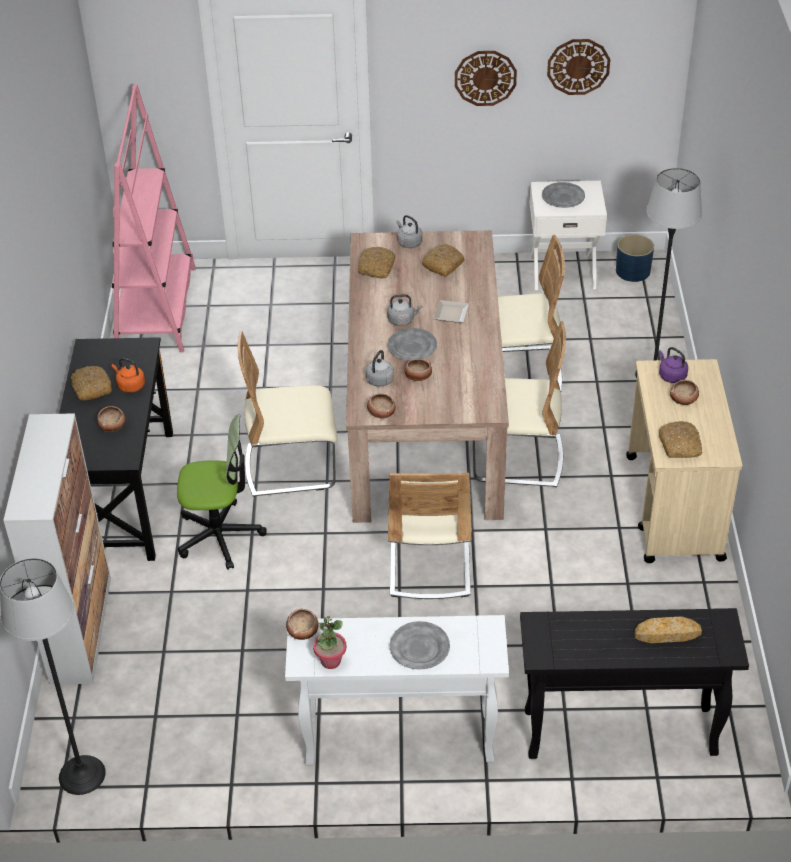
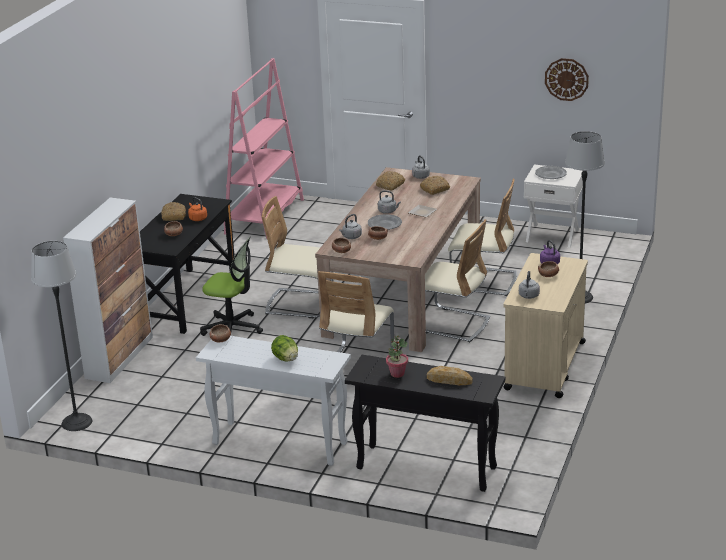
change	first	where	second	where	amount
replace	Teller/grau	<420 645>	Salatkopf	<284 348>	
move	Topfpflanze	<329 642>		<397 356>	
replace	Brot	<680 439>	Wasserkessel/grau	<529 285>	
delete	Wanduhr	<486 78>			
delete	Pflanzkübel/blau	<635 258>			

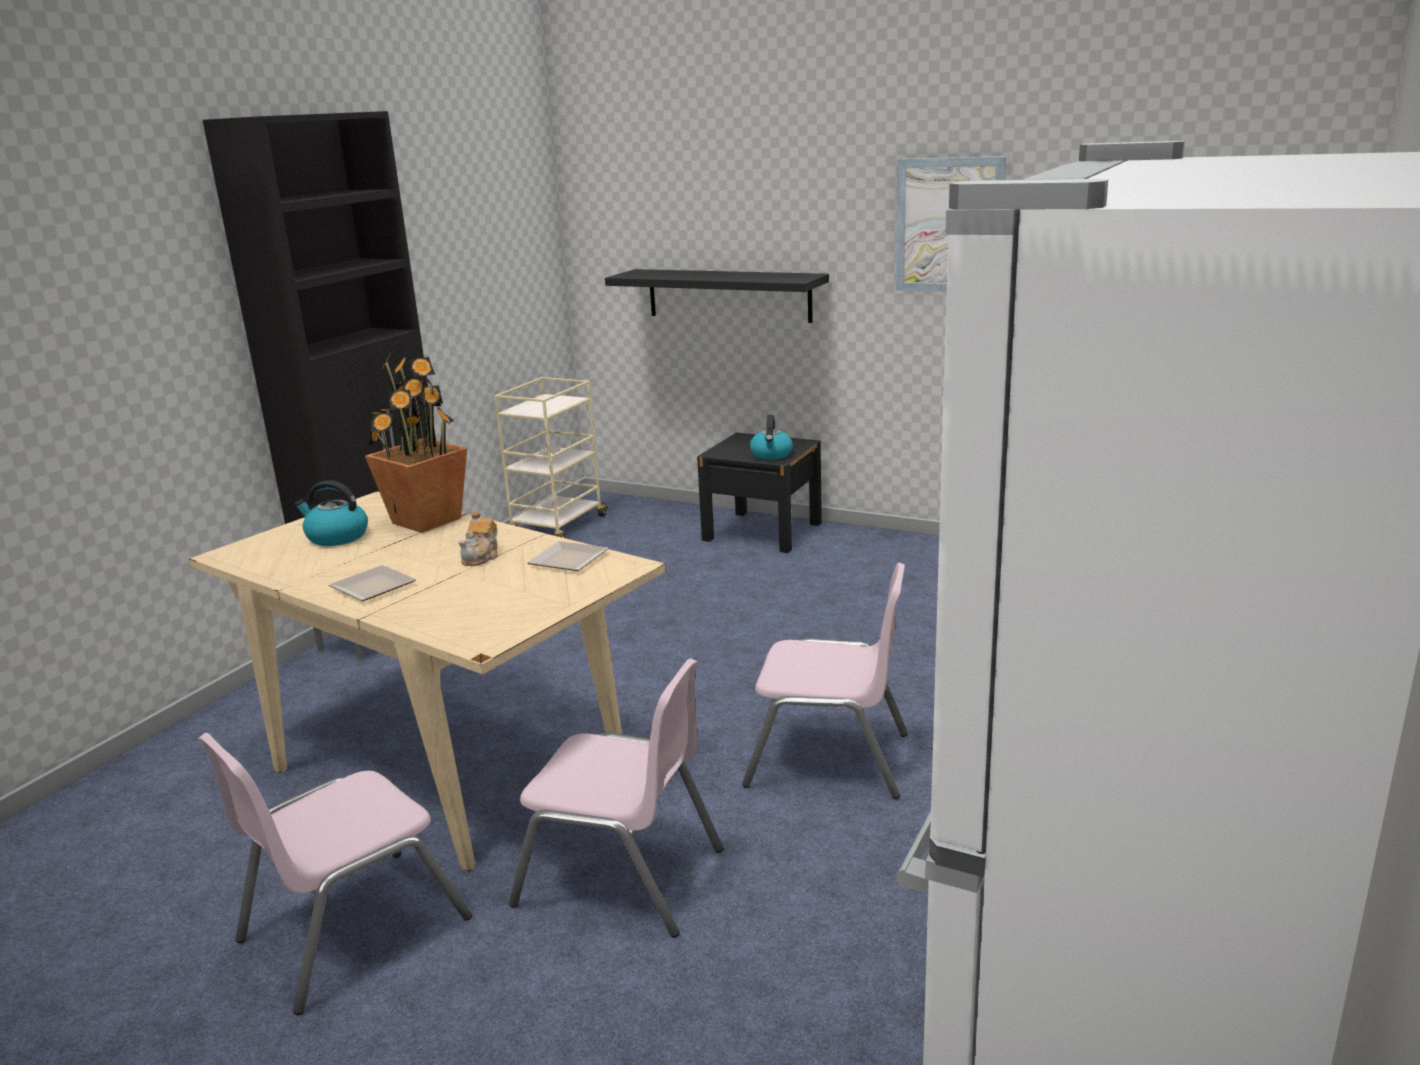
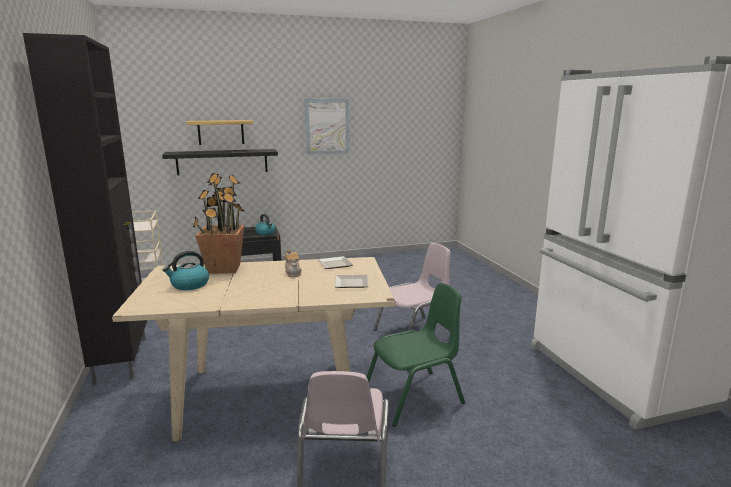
change	first	where	second	where	amount
insert			Wandregal	<219 132>	
move	Teller	<372 583>		<352 281>	
recolor	Stuhl/rosa	<615 798>	Stuhl/grün	<416 355>	

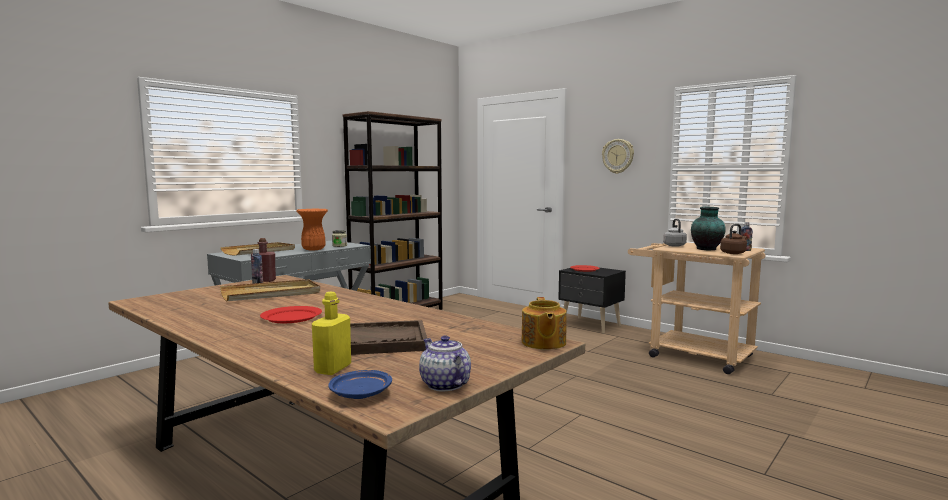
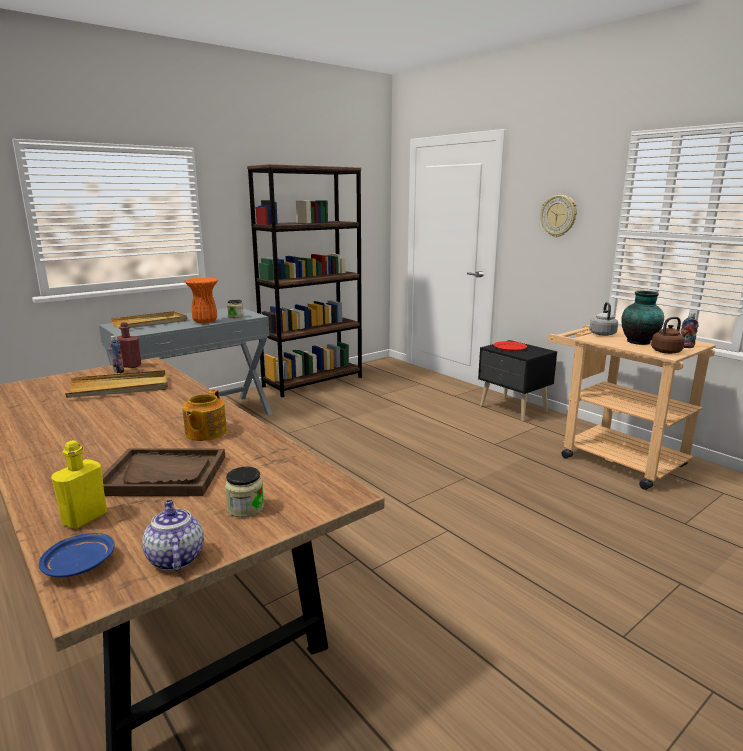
change	first	where	second	where	amount
move	Teekanne	<544 323>		<204 415>	
insert			Vorratsglas	<244 492>	
delete	Teller/rot	<291 314>			

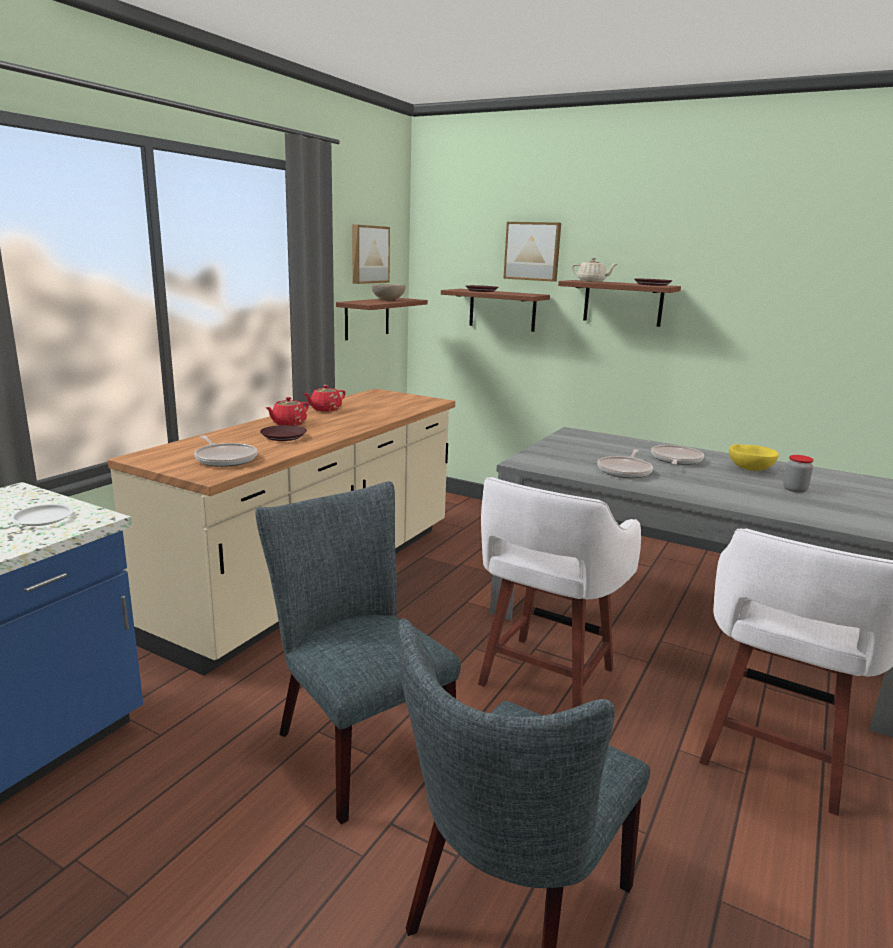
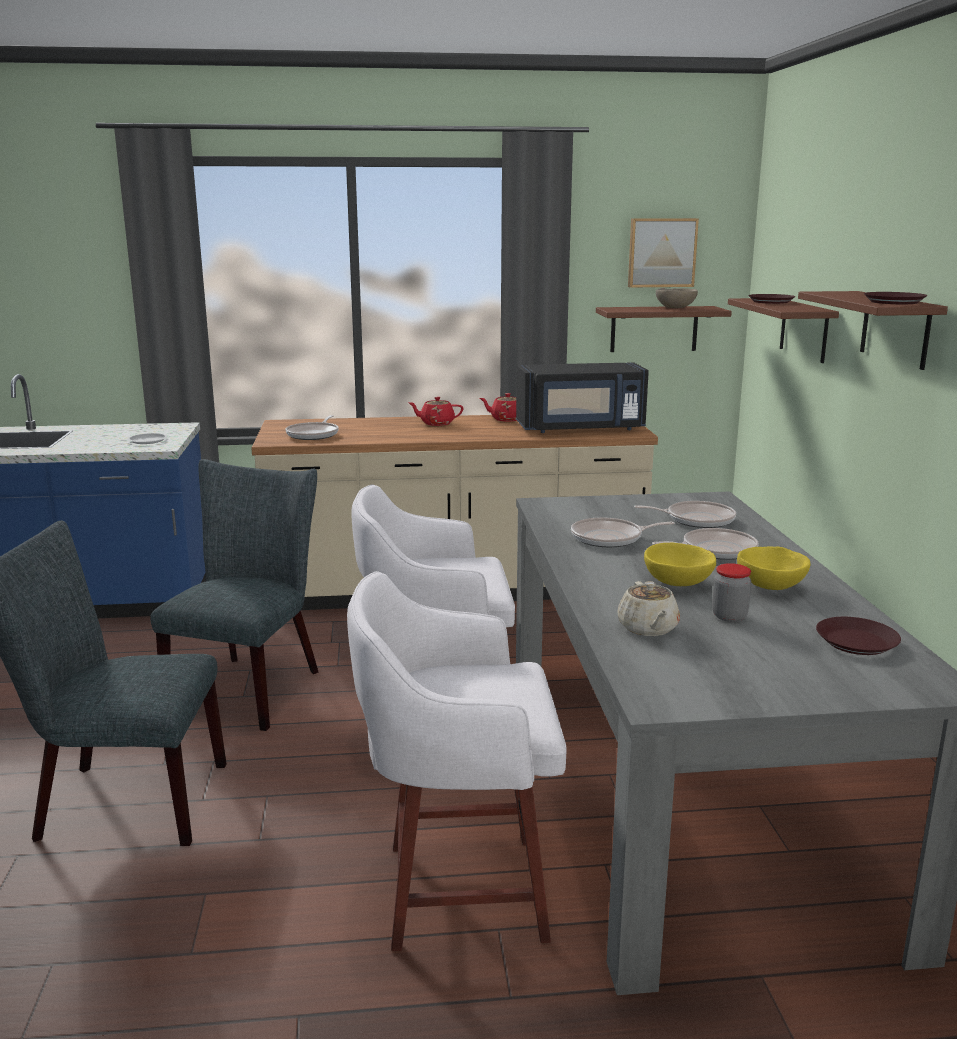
change	first	where	second	where	amount
insert			Mikrowelle/schwarz	<582 397>	
move	Teekanne/beige	<594 270>		<648 608>	
insert			Pfanne	<685 514>	
insert			Schüssel/gelb	<680 564>	
move	Teller/braun	<283 433>		<858 636>	
delete	Bild	<532 252>			

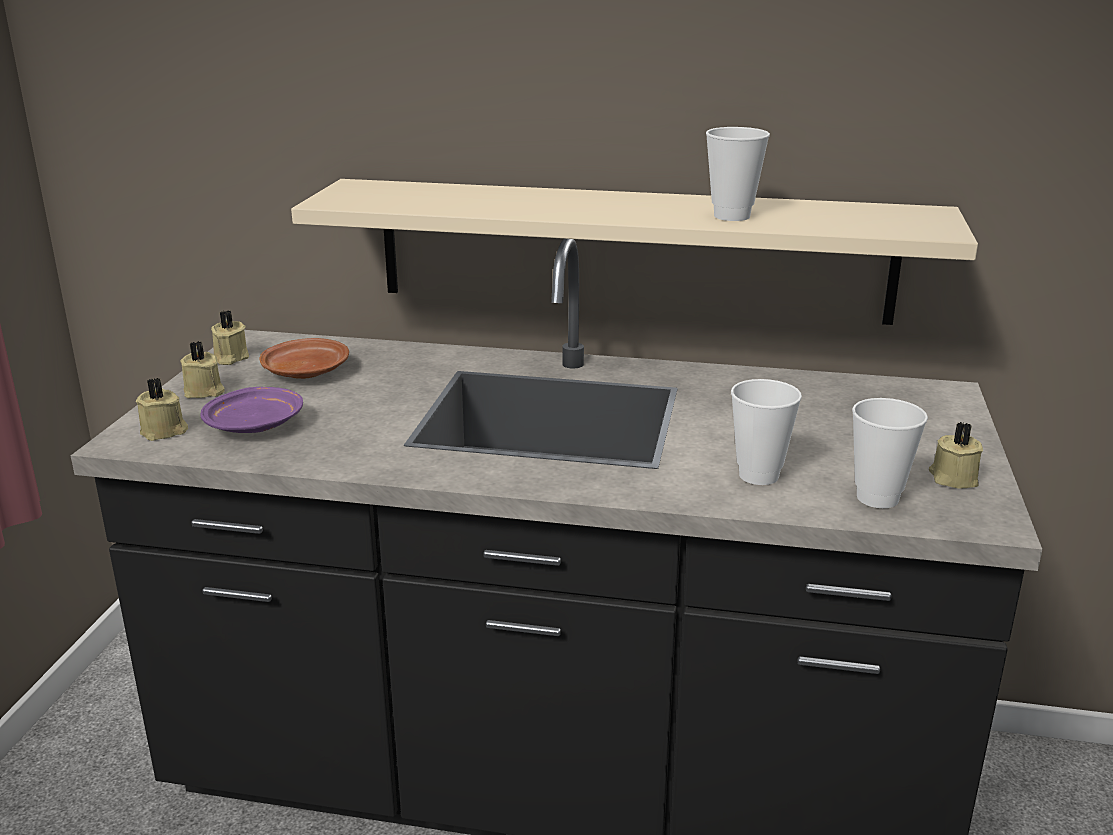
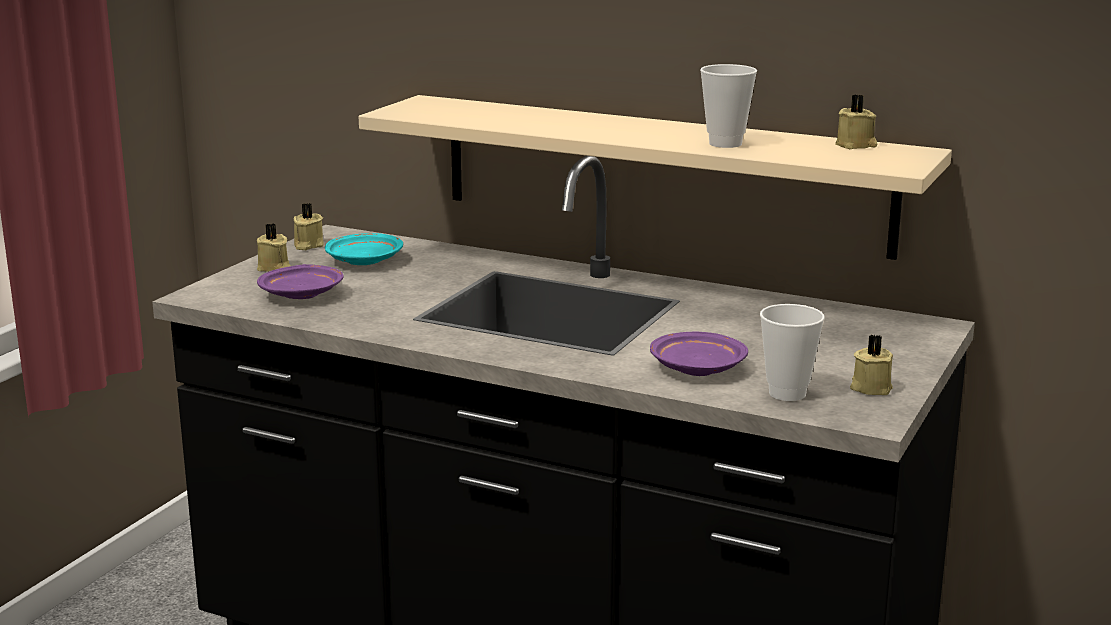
change	first	where	second	where	amount
recolor	Teller/braun	<304 358>	Teller/türkis	<364 249>	
replace	Tasse	<766 432>	Teller/lila	<699 354>	
move	Kerze/beige	<162 409>		<856 121>	

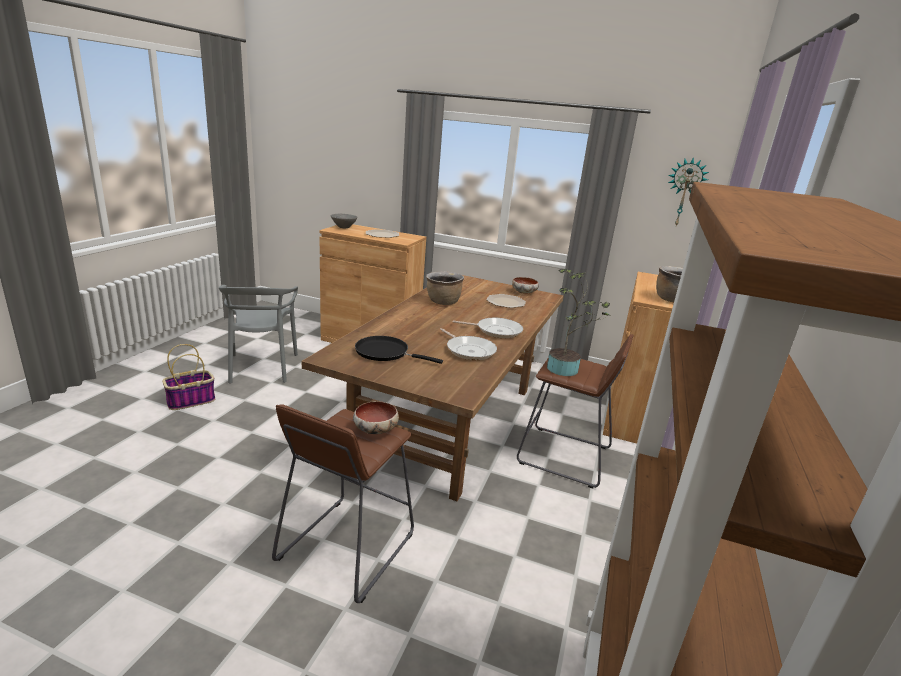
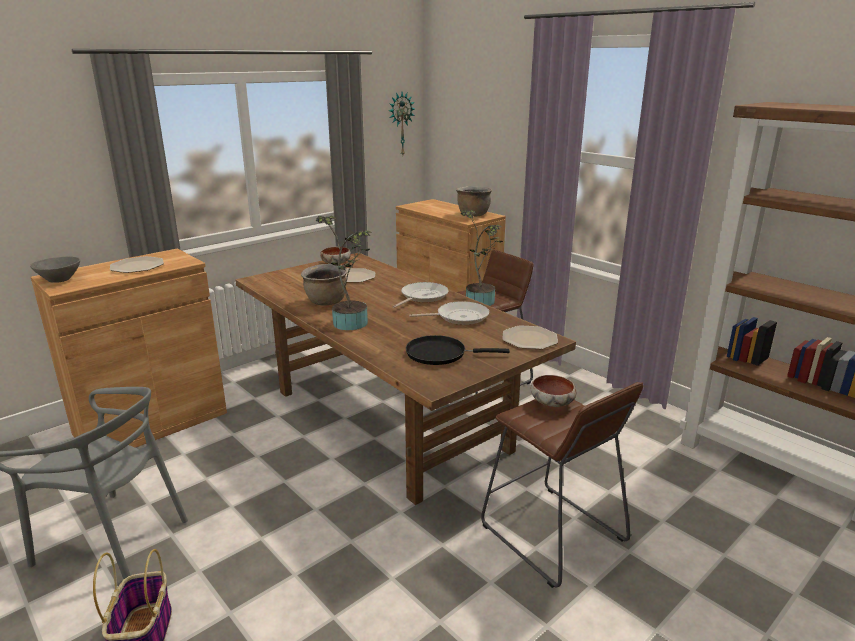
change	first	where	second	where	amount
insert			Topfpflanze	<344 272>	
rotate	Pfanne/schwarz	<399 350>		<458 350>	45 degrees clockwise
insert			Teller	<530 337>	

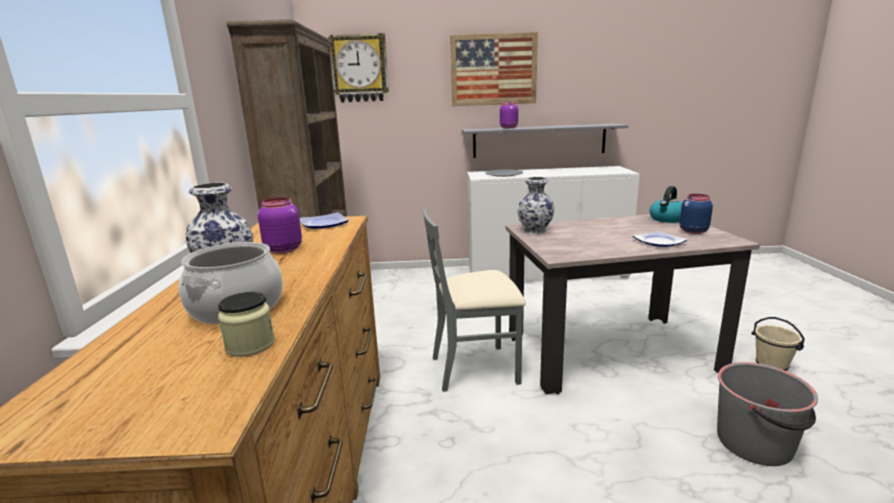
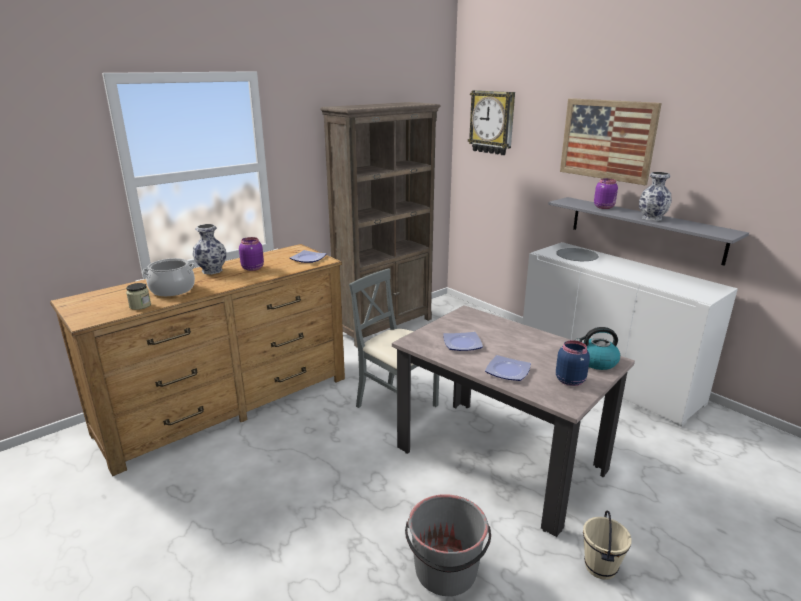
change	first	where	second	where	amount
insert			Teller	<463 341>	
move	Vase	<536 205>		<655 196>	

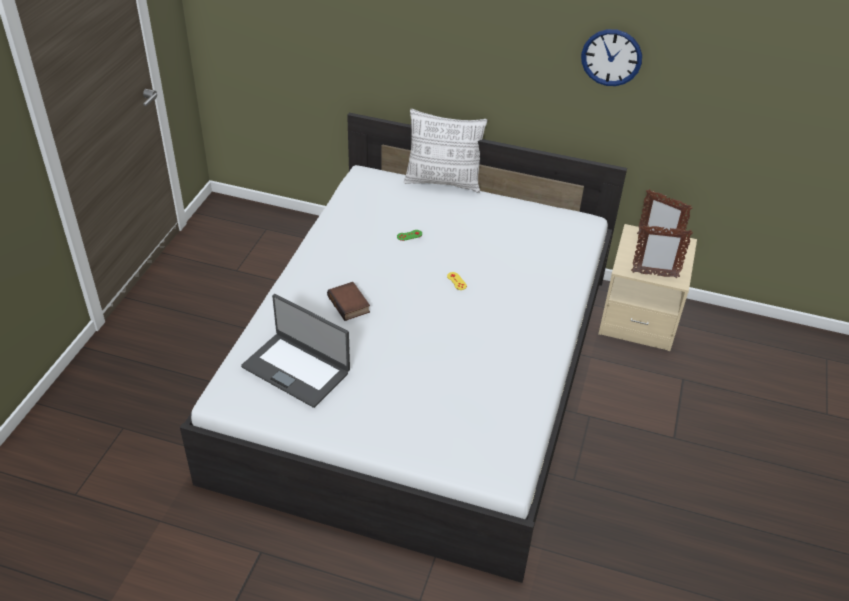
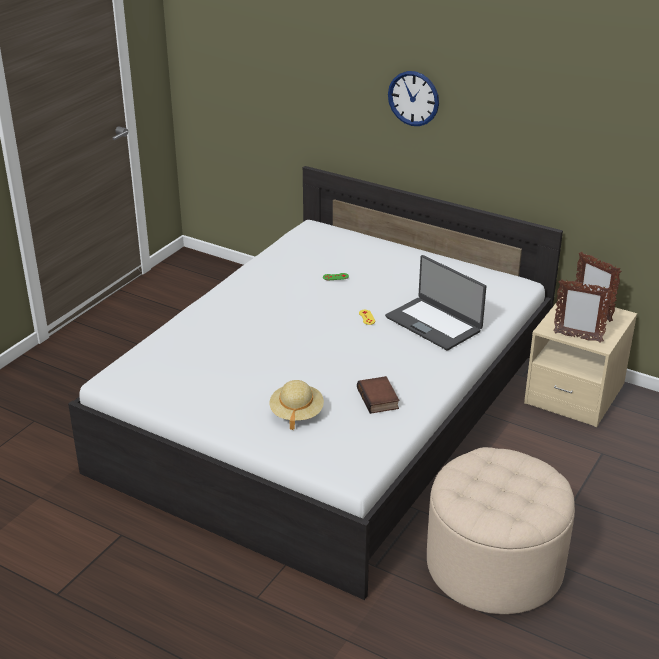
change	first	where	second	where	amount
insert			Hut/beige	<297 405>	
move	Buch	<348 301>		<378 395>	
move	Laptop	<295 351>		<435 303>	
move	Wanduhr	<611 57>		<413 98>	
insert			Polsterhocker/beige	<501 530>	
delete	Kissen	<446 151>			

